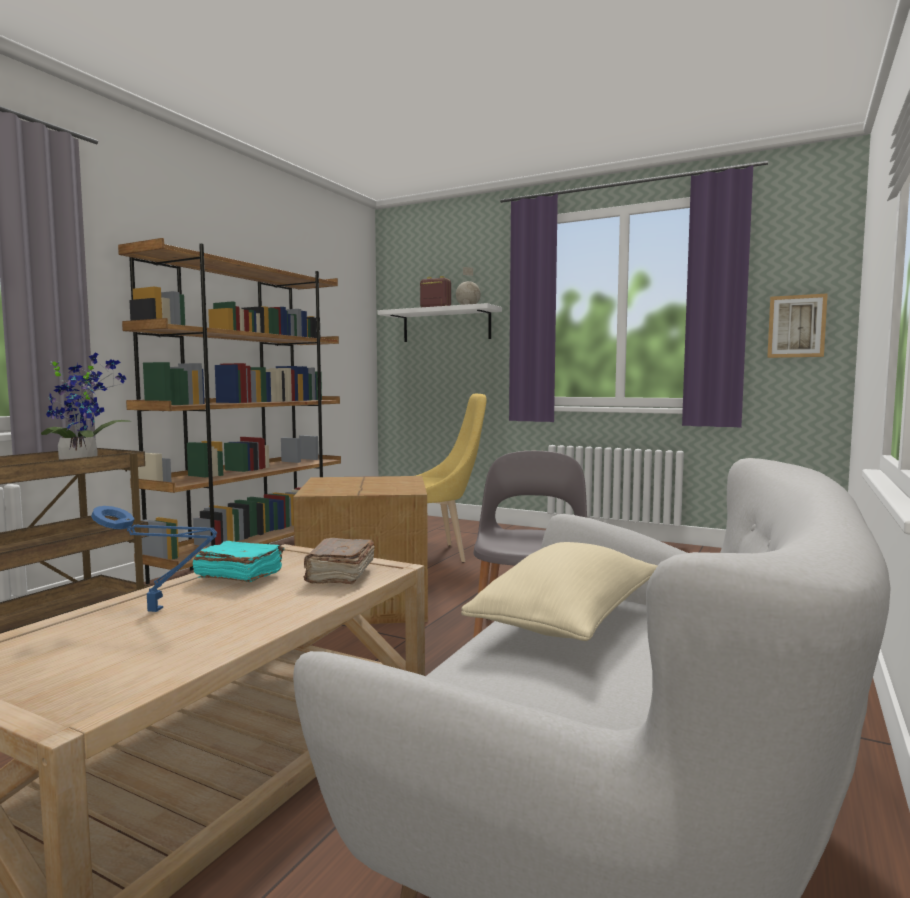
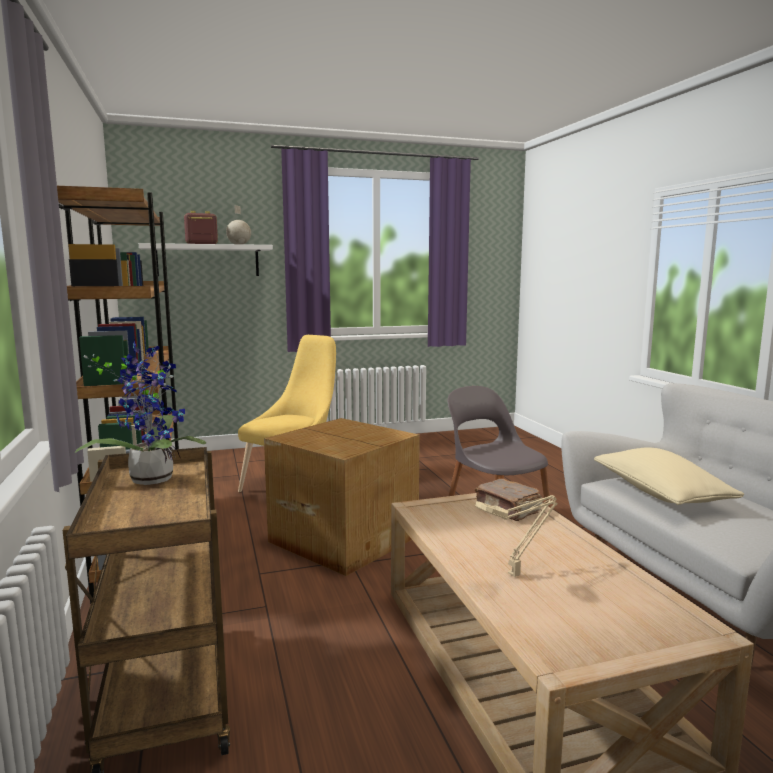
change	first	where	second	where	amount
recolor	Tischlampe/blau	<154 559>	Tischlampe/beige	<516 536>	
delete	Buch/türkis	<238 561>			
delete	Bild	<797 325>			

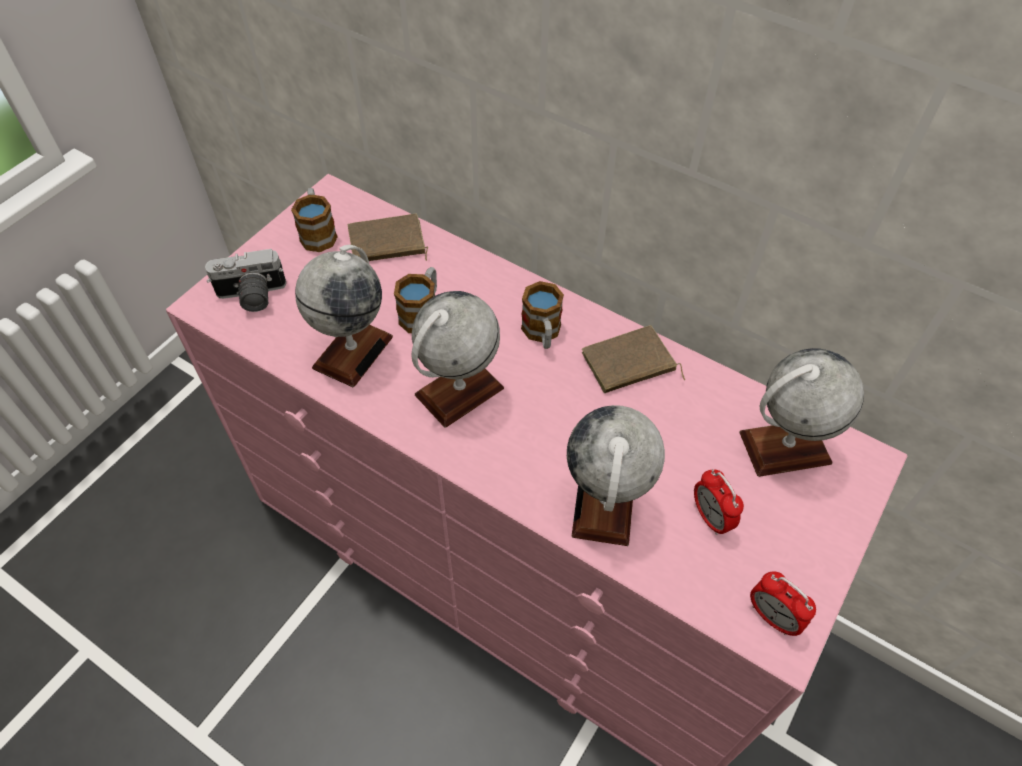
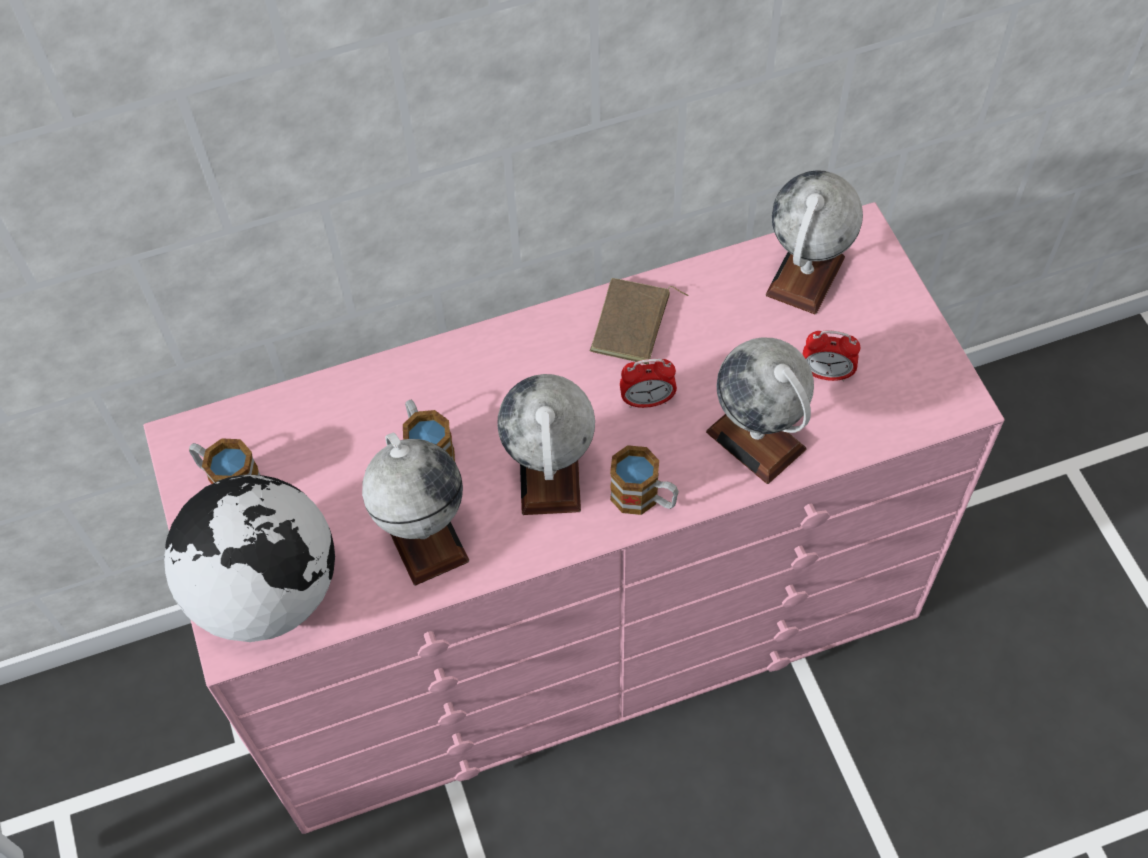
change	first	where	second	where	amount
replace	Kamera	<245 280>	Globus	<249 558>	
move	Henkelbecher	<542 315>		<644 480>	
move	Wecker	<783 603>		<648 383>	
delete	Buch/braun	<388 237>			

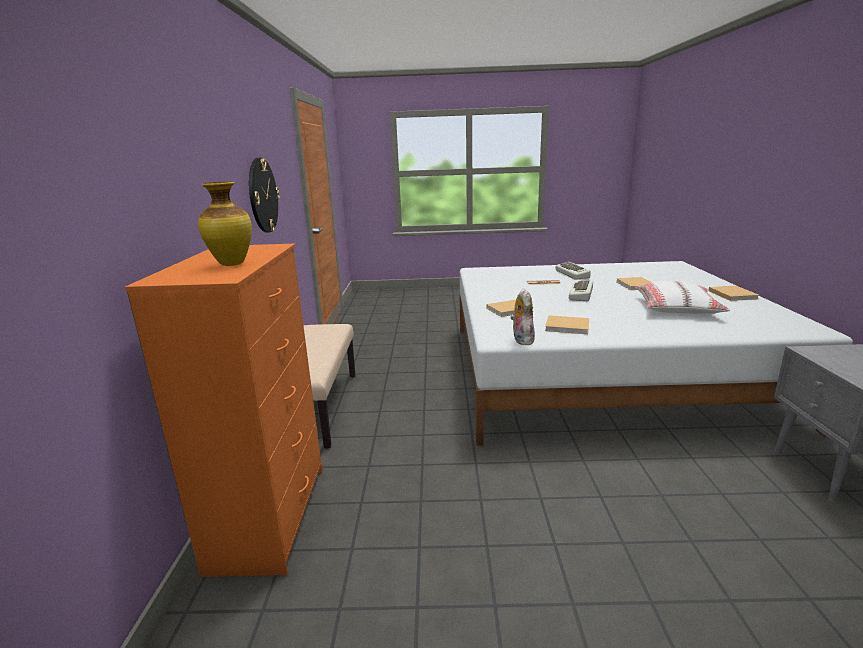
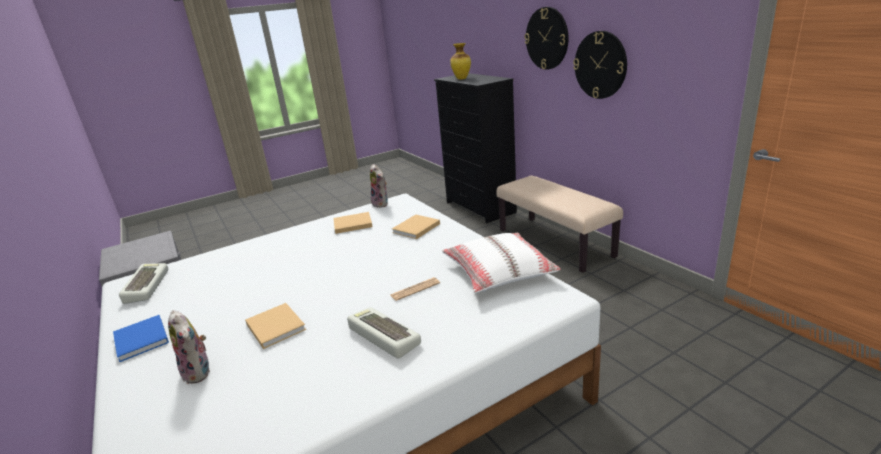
change	first	where	second	where	amount
recolor	Buch/beige	<733 293>	Buch/blau	<141 338>	
move	Tastatur	<581 290>		<144 283>	
insert			Plüschtier	<189 347>	
recolor	Kommode/orange	<223 410>	Kommode/schwarz	<475 148>	
move	Kissen/weiß	<683 297>		<501 262>	
insert			Wanduhr	<547 38>	

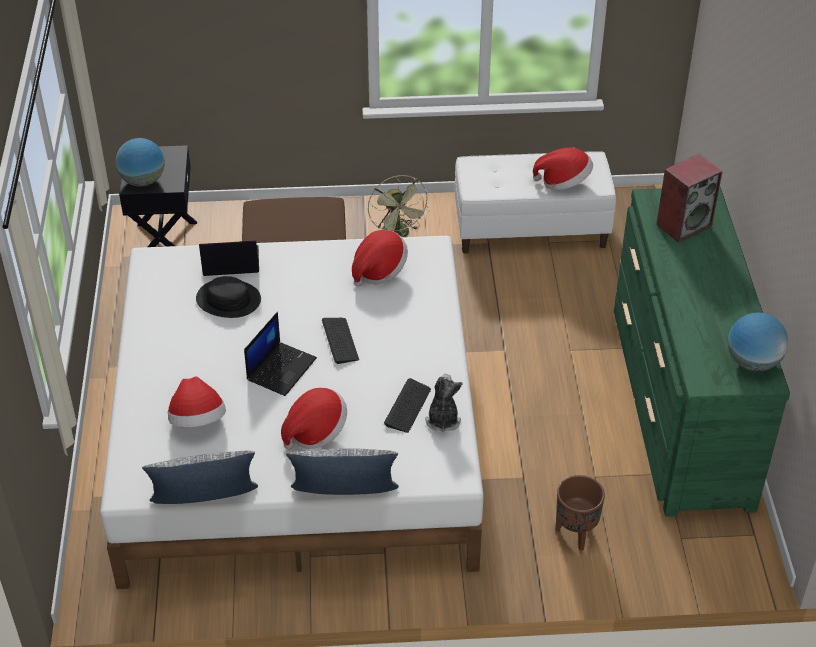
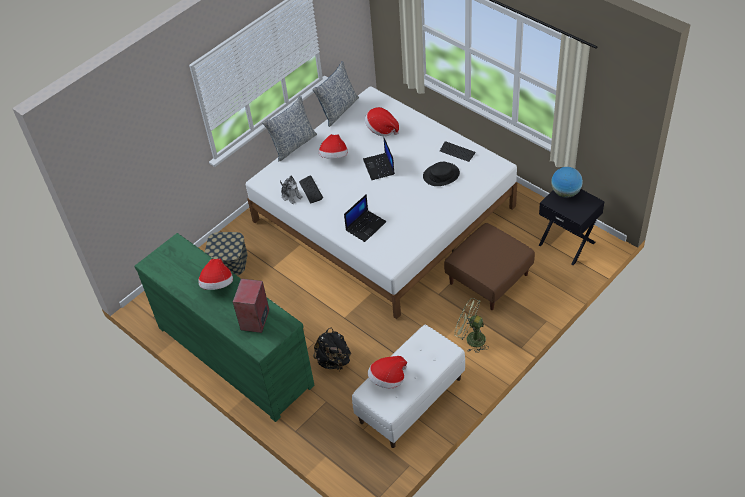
change	first	where	second	where	amount
move	Hut	<380 258>		<215 274>	
replace	Pflanzkübel/braun	<580 513>	Aufbewahrungsbox	<226 253>	
insert			Rucksack/schwarz	<332 349>	
move	Laptop	<229 258>		<365 218>	
move	Tastatur	<340 341>		<457 151>	
delete	Globus	<758 342>			

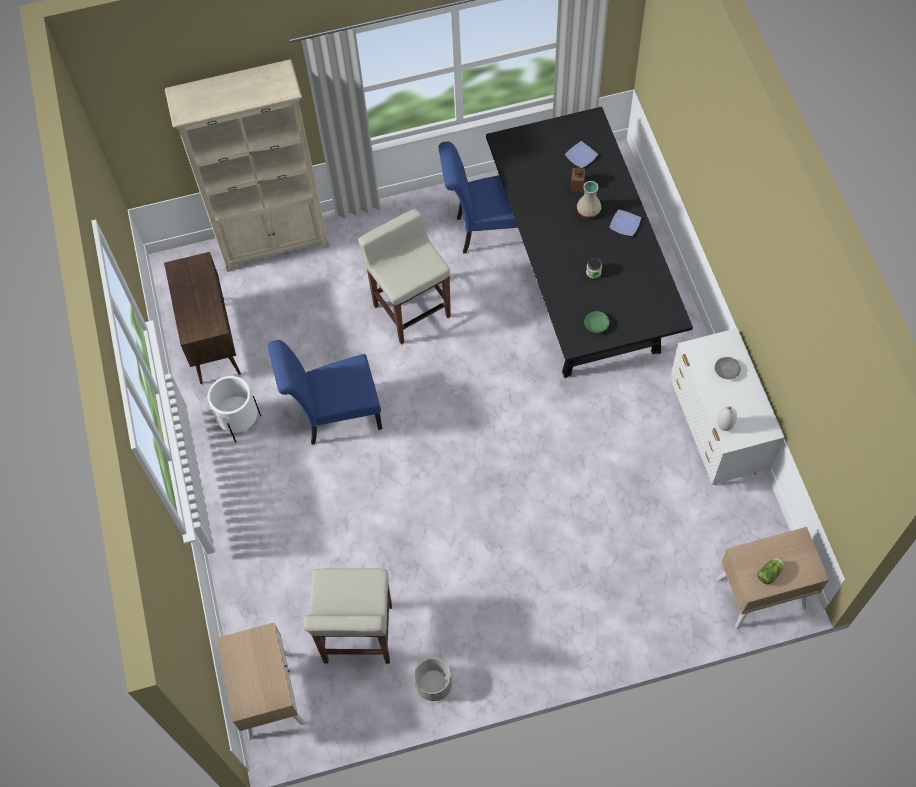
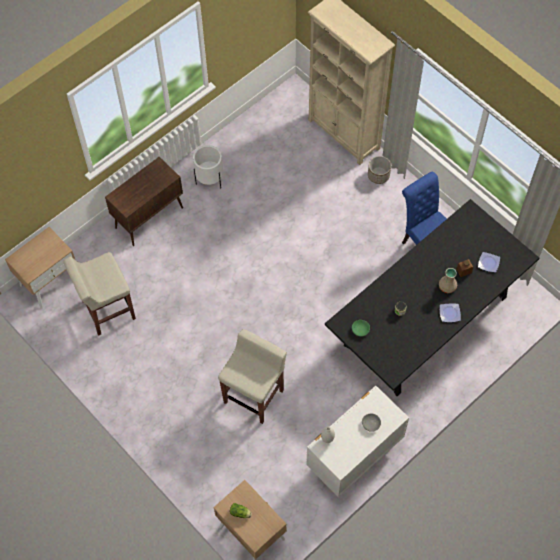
change	first	where	second	where	amount
move	Schrank/braun	<202 318>		<144 201>	
move	Hocker/beige	<404 276>		<252 376>	
move	Pflanzkübel	<433 679>		<379 170>	
delete	Stuhl/blau	<325 392>			

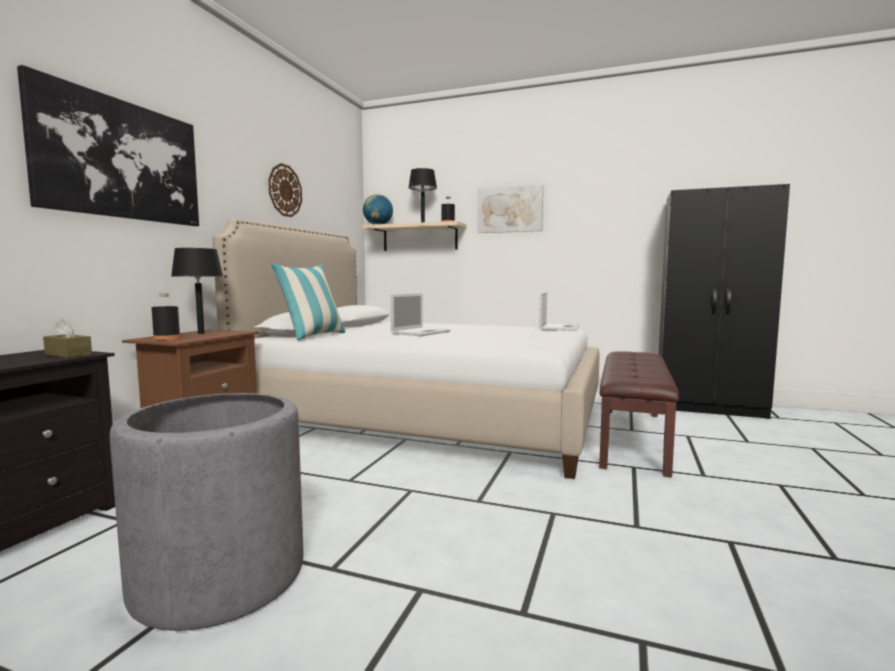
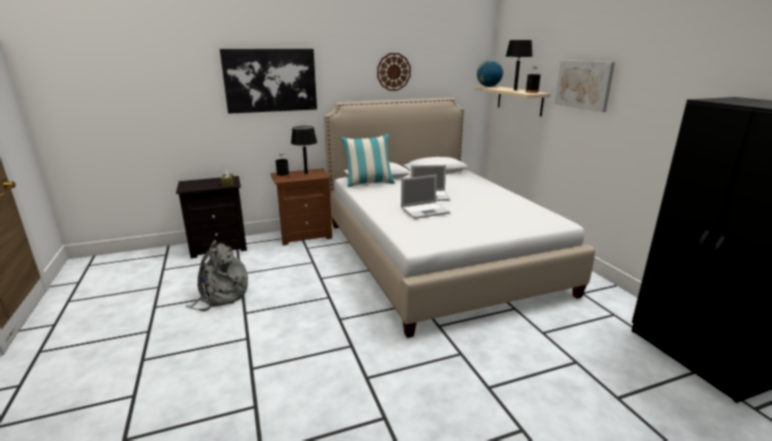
change	first	where	second	where	amount
replace	Pflanzkübel/grau	<206 512>	Rucksack/grau	<216 275>	
move	Laptop	<559 311>		<425 197>	
delete	Bank/braun	<639 414>			

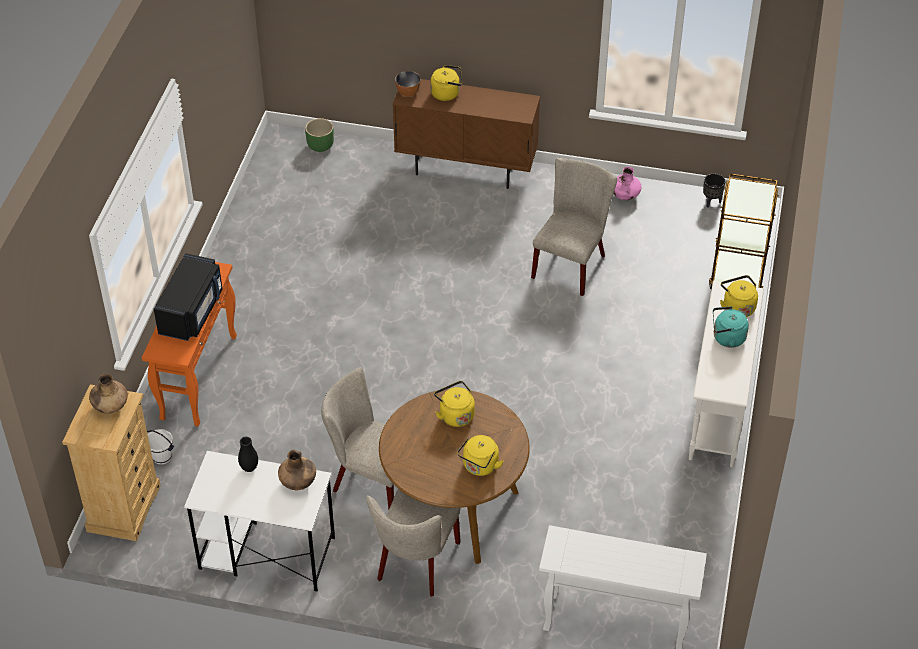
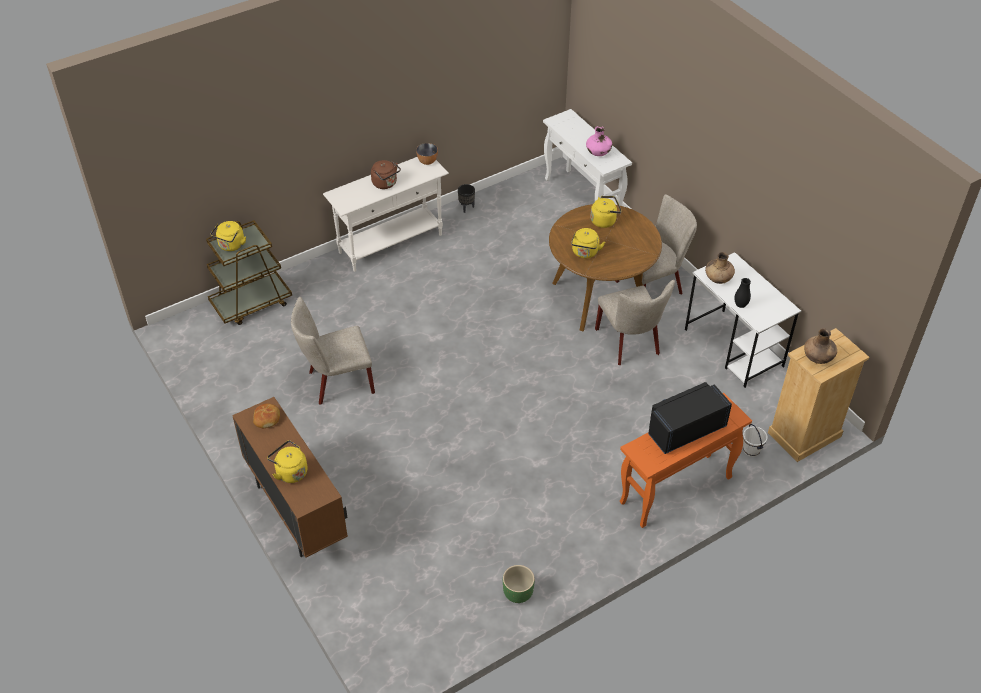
change	first	where	second	where	amount
move	Wasserkessel/gelb	<739 296>		<228 236>	
insert			Brot	<266 415>	
recolor	Wasserkessel/türkis	<731 327>	Wasserkessel/braun	<386 174>	
move	Schüssel	<408 84>		<427 154>	
move	Pflanzkübel/schwarz	<714 191>		<466 198>	
move	Pflanzkübel/grün	<319 135>		<519 584>	
move	Vase/rosa	<628 183>		<599 141>	

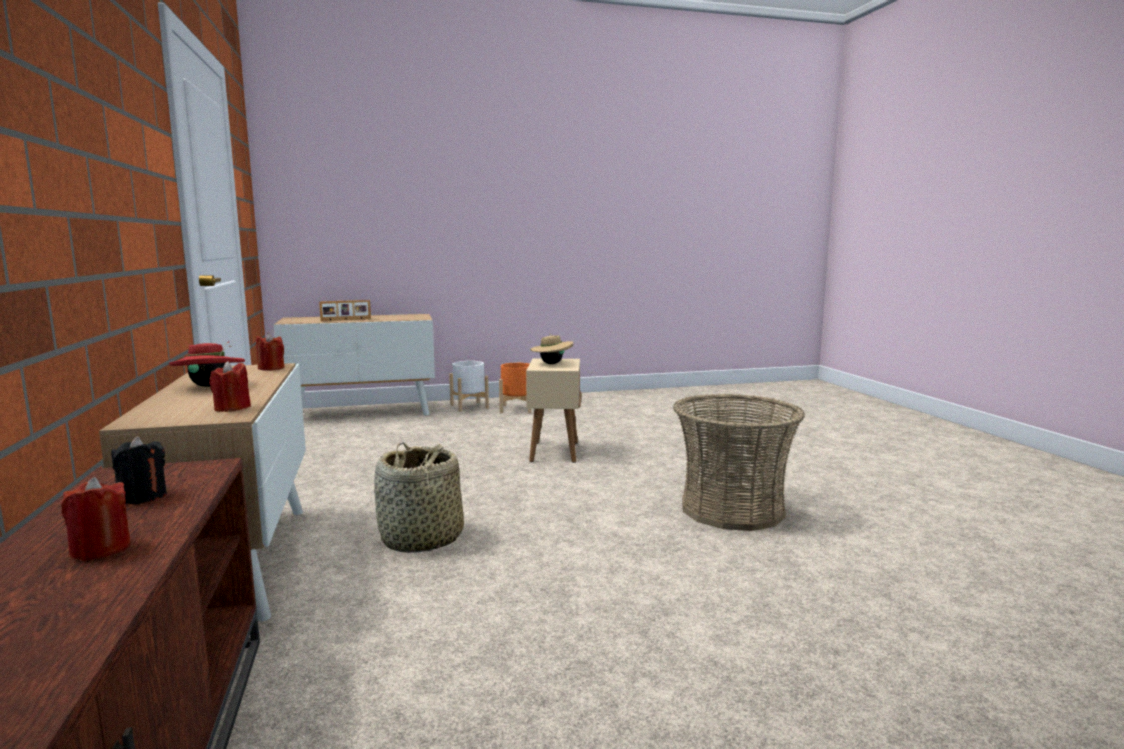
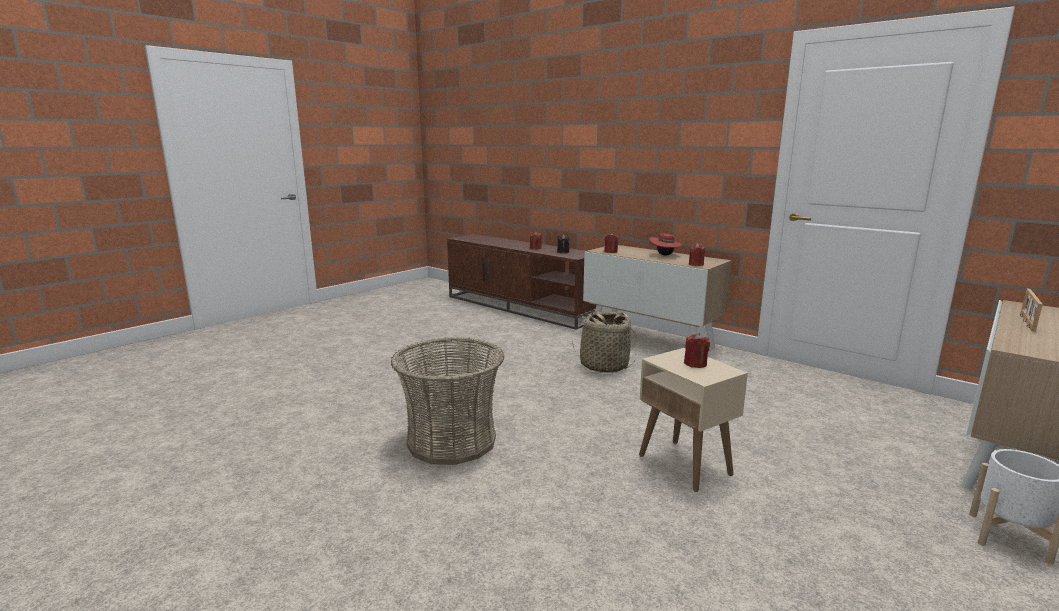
change	first	where	second	where	amount
replace	Hut/beige	<551 349>	Kerze/rot	<697 350>	
delete	Pflanzkübel/orange	<515 388>			

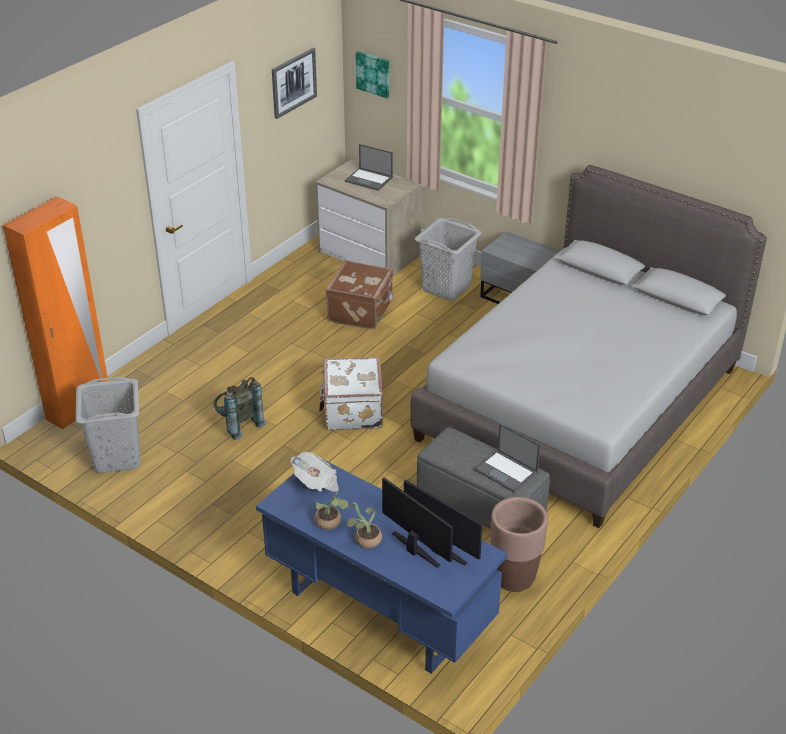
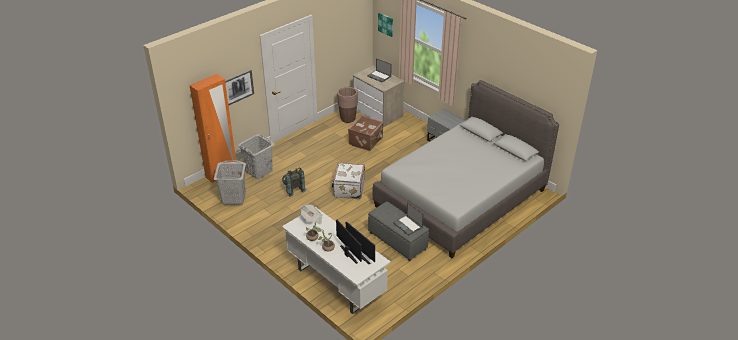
change	first	where	second	where	amount
move	Bild	<294 83>		<239 87>	
move	Wäschekorb/grau	<448 259>		<256 156>	
recolor	Schreibtisch/blau	<381 567>	Schreibtisch/weiß	<336 260>	
move	Pflanzkübel/braun	<519 544>		<347 105>	

